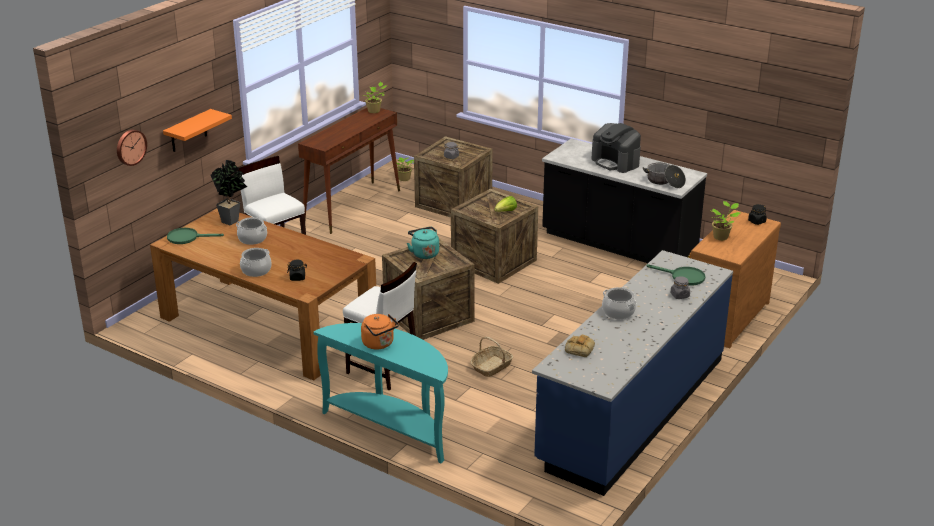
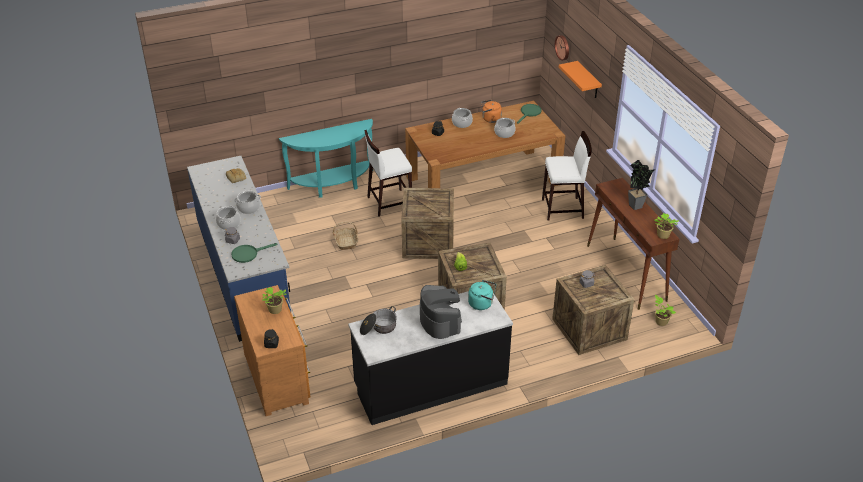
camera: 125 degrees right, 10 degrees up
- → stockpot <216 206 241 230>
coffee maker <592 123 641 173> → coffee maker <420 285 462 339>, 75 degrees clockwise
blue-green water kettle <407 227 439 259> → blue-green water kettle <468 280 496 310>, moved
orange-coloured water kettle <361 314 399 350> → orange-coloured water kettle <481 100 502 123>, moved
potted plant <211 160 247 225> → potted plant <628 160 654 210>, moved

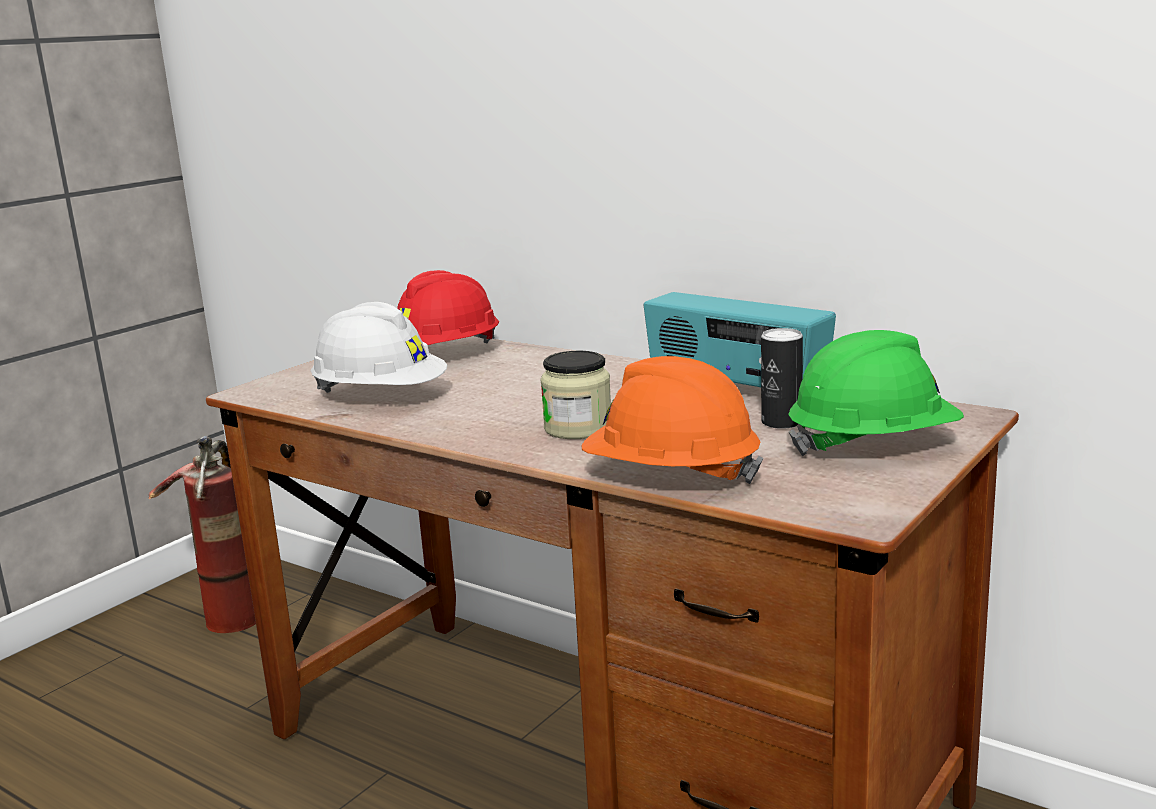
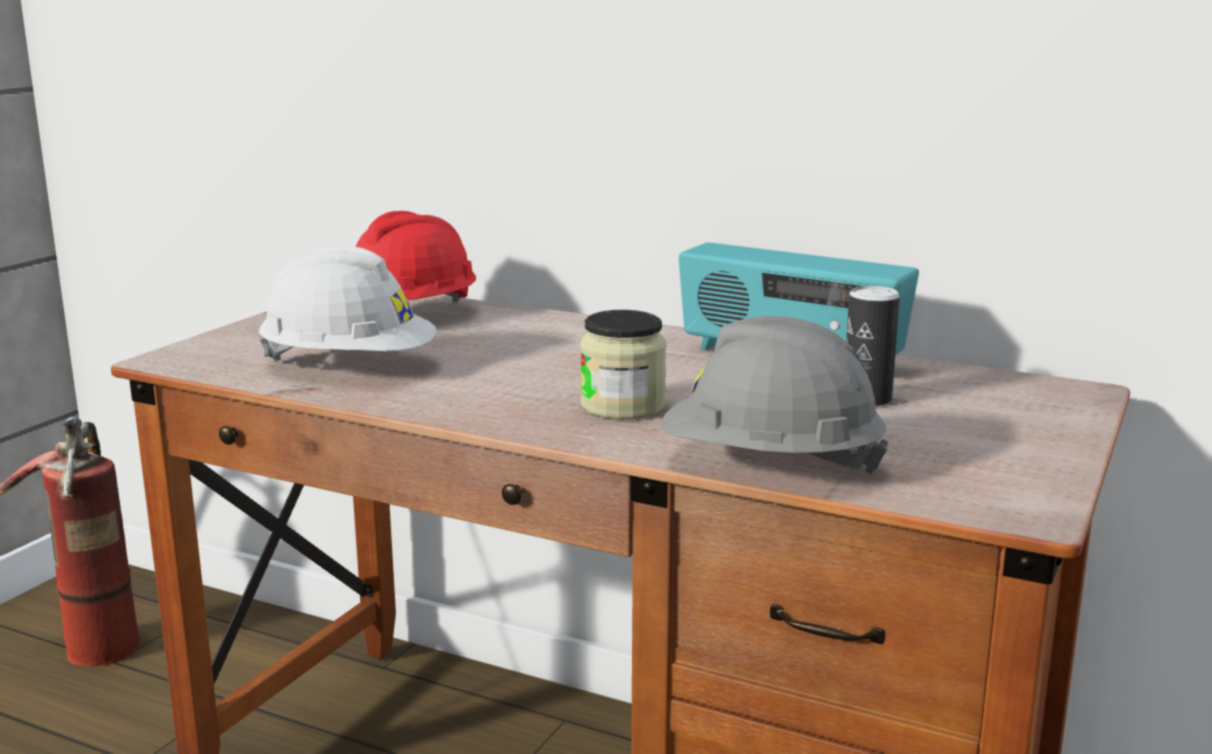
camera: 10 degrees left, 0 degrees up
orange-coloured work helmet <582 356 764 484> → gray work helmet <661 316 889 474>
green work helmet <788 330 964 456> → -

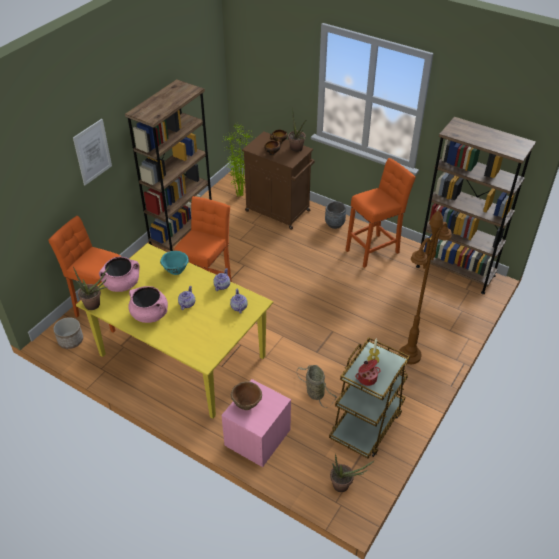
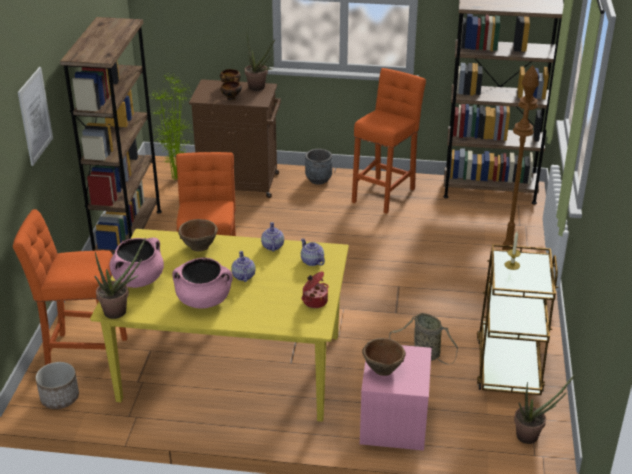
camera: 25 degrees left, 10 degrees down
blue-green serving bowl <160 251 189 275> → brown serving bowl <178 219 218 251>
stockpot <355 360 381 386> → stockpot <301 271 329 308>, moved

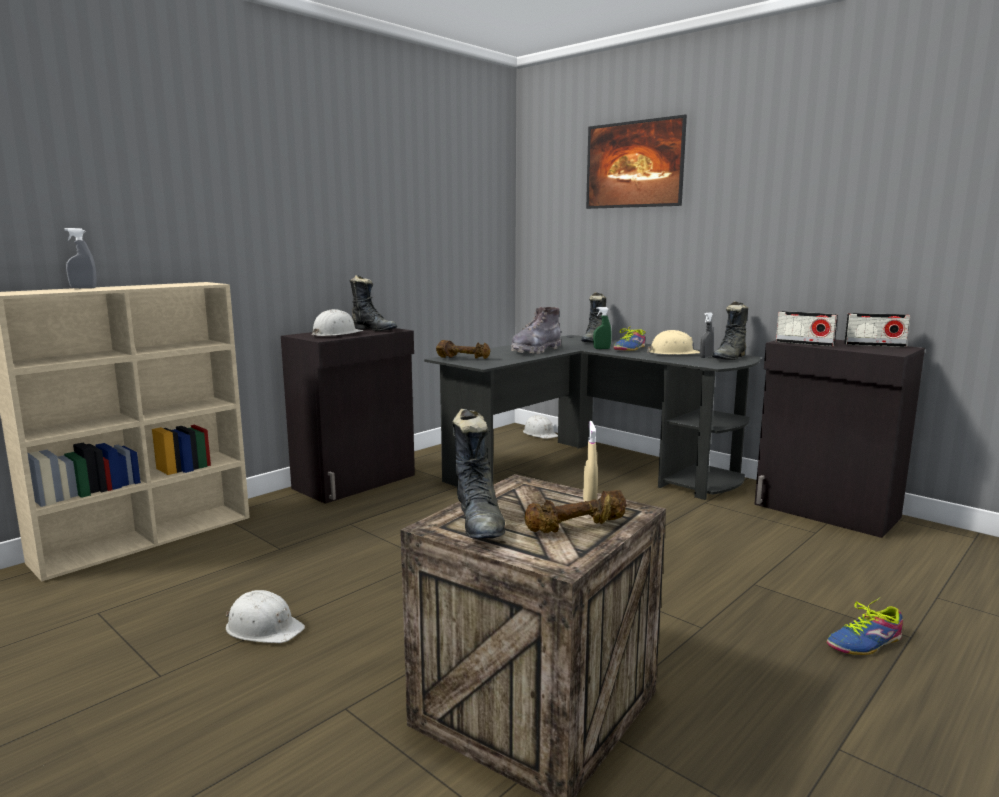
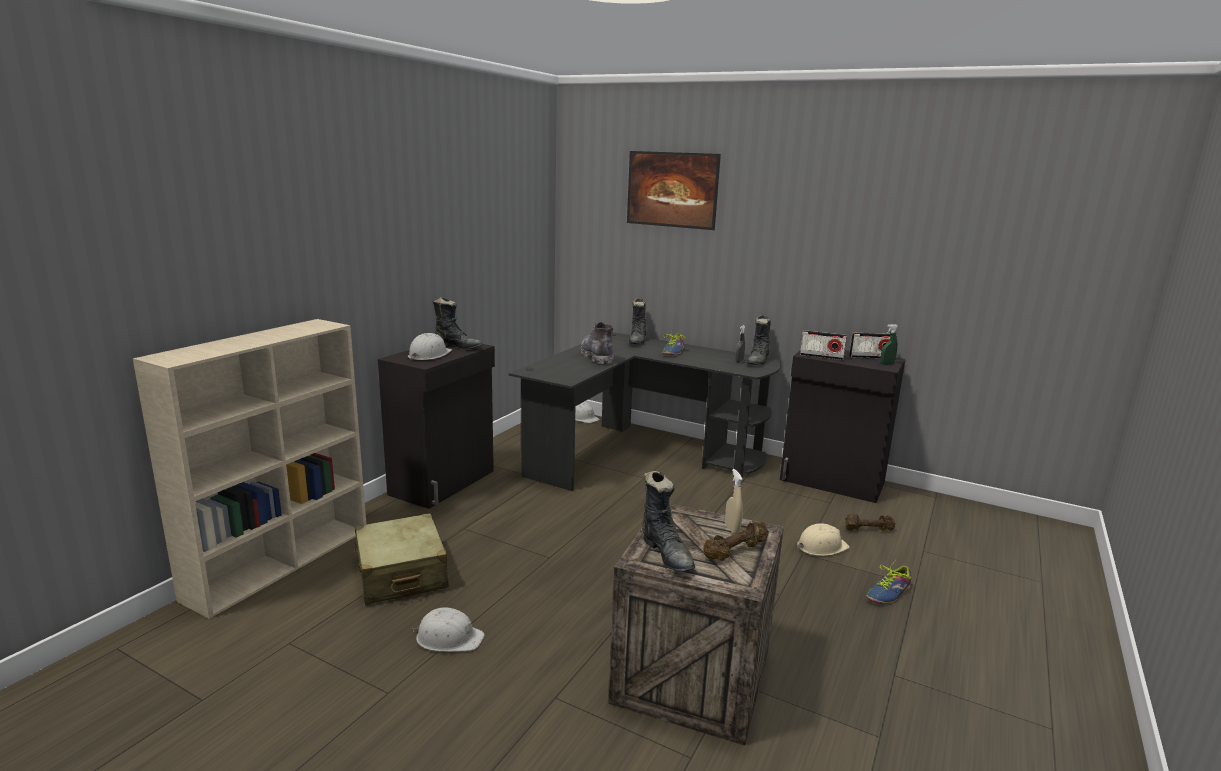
camera: 15 degrees left, 5 degrees up
- → beige-coloured piece of luggage <354 513 449 605>
gray high-top boot <511 307 561 354> → gray high-top boot <581 322 614 364>, 135 degrees clockwise
beige-coloured work helmet <647 330 700 355> → beige-coloured work helmet <797 523 850 556>, moved
brown hand weight <436 340 490 359> → brown hand weight <845 514 895 531>, moved
green sprayer <593 307 612 349> → green sprayer <880 324 898 365>, moved
gray sprayer <64 228 97 289> → -

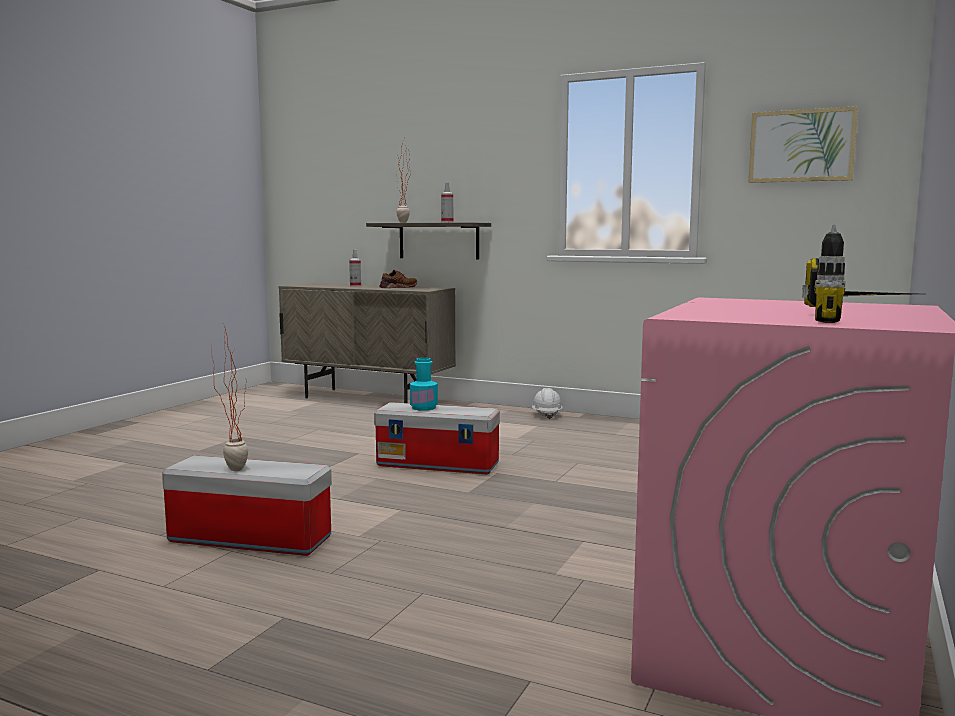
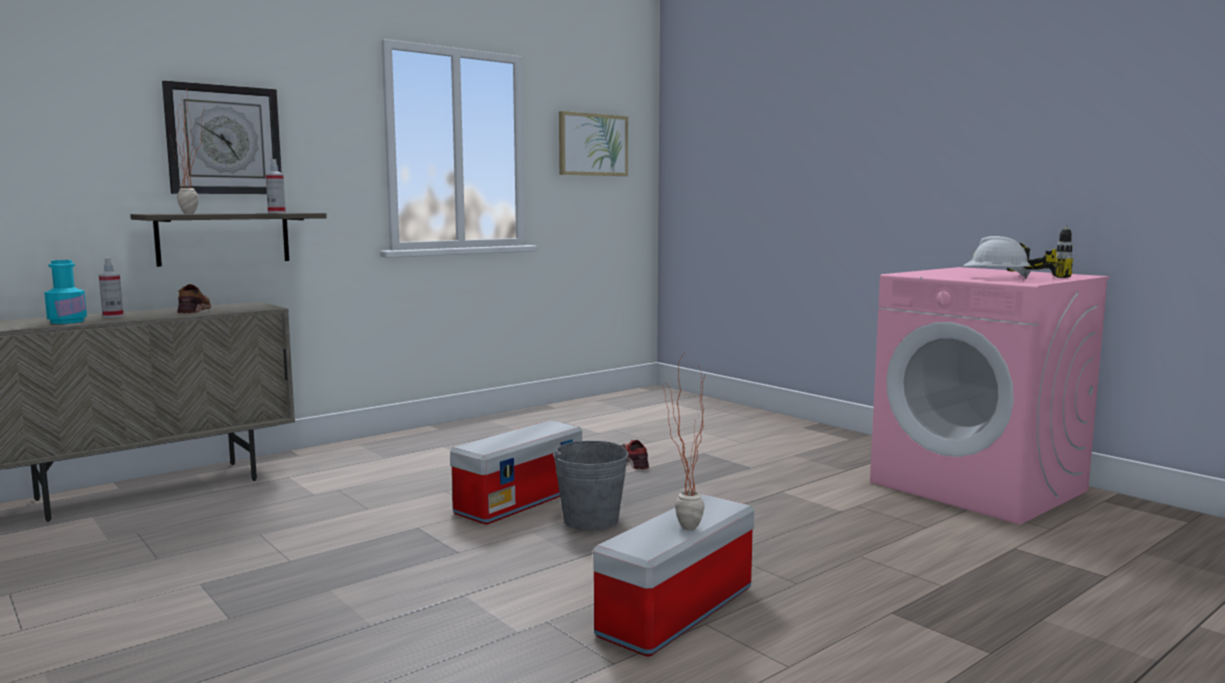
camera: 65 degrees left, 0 degrees up
blue-green beverage bottle <410 358 438 411> → blue-green beverage bottle <44 260 87 324>, moved
- → wall clock <162 80 281 194>
- → gray pail <553 441 629 530>
- → reddish shoe <622 440 649 469>
white work helmet <532 388 563 420> → white work helmet <963 236 1031 279>, moved

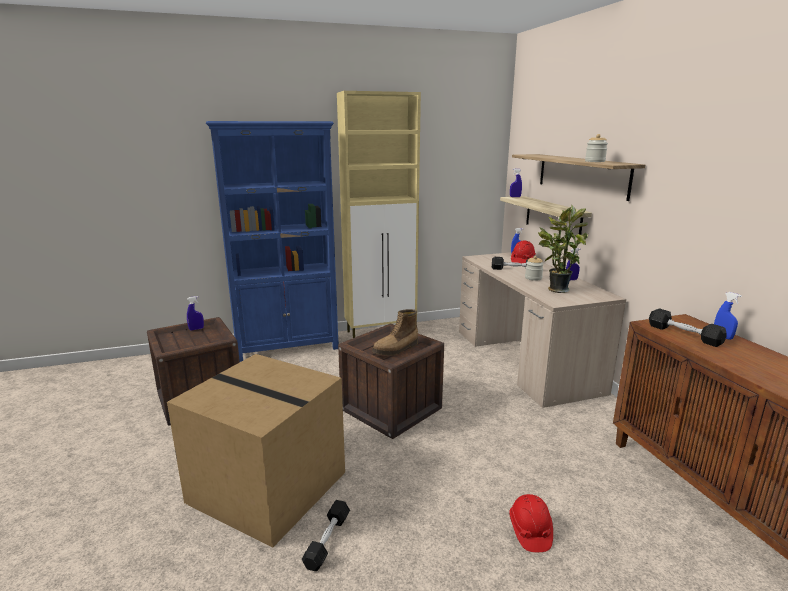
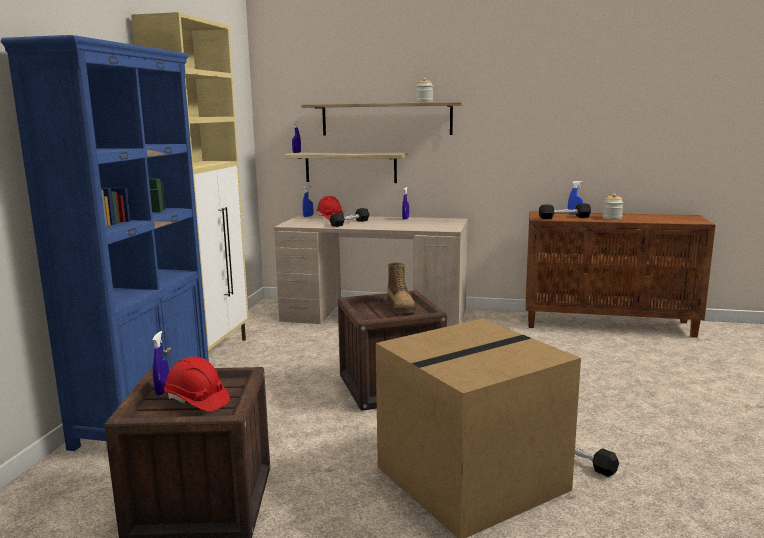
camera: 60 degrees left, 5 degrees down
reddish work helmet <509 494 553 552> → reddish work helmet <164 357 230 411>, moved
storage jar <525 256 544 281> → storage jar <603 194 624 220>, moved
potted plant <538 205 588 293> → -

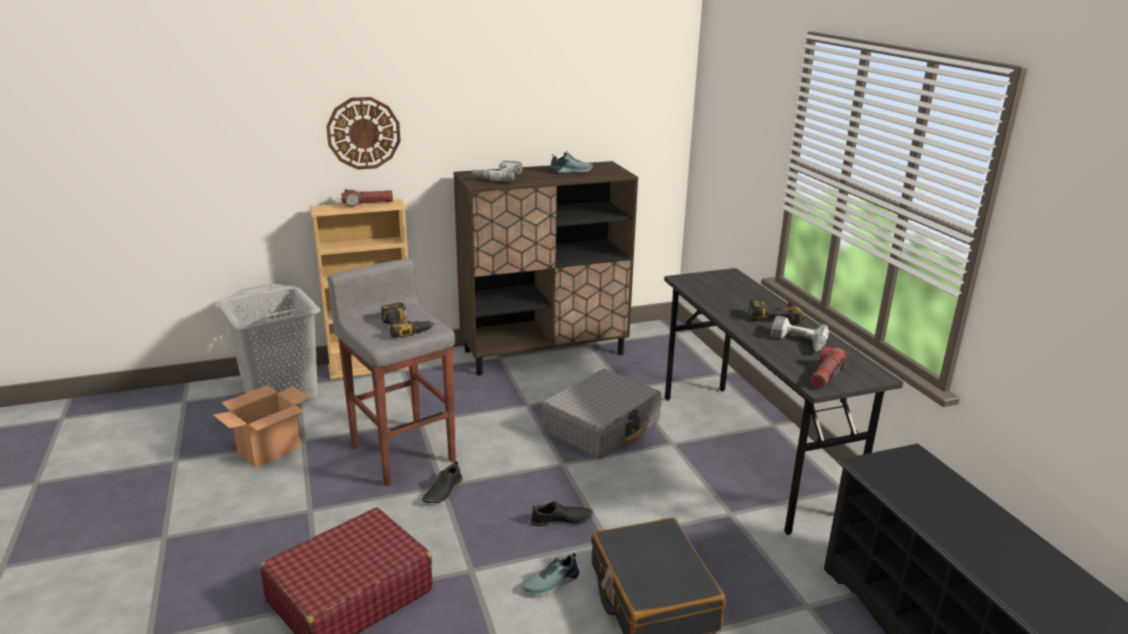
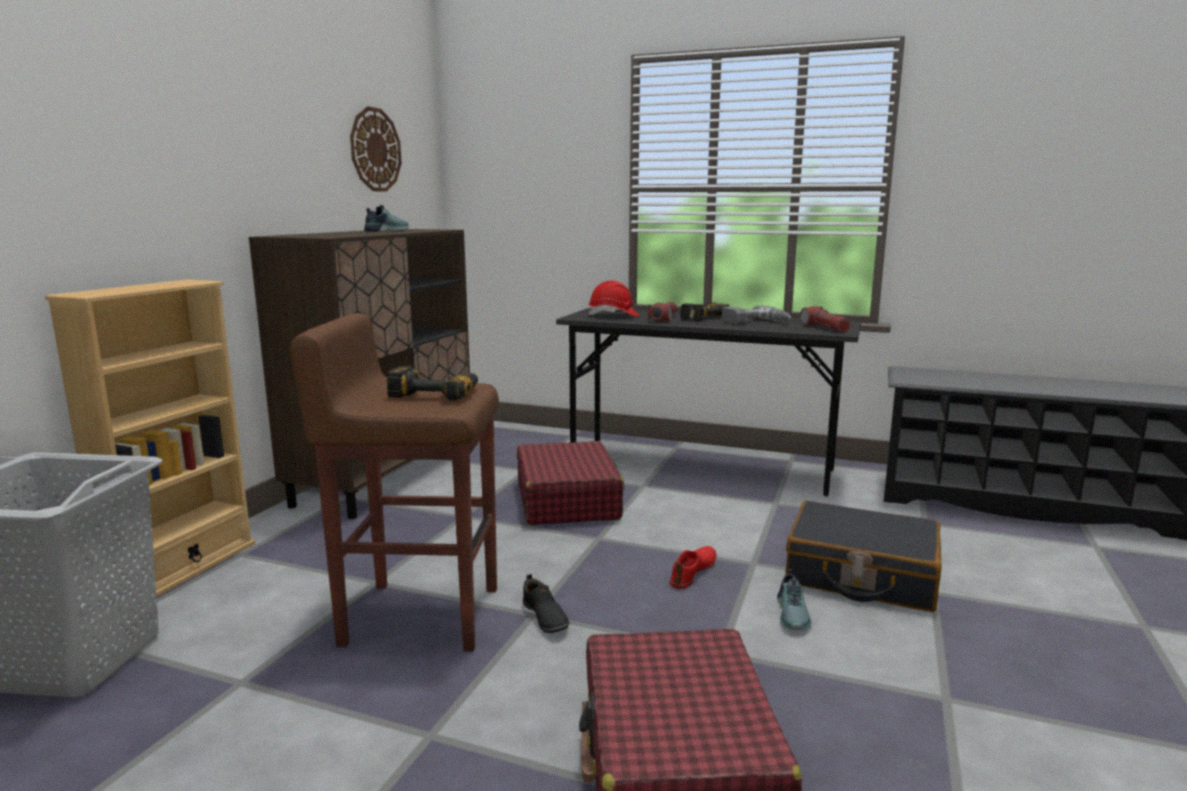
camera: 50 degrees left, 10 degrees down
gray stool <327 259 456 486> → brown stool <290 313 499 652>
wall clock <326 97 401 170> → wall clock <350 106 401 192>, moved
gray piece of luggage <542 369 661 459> → reddish piece of luggage <517 441 624 525>
- → reddish work helmet <588 280 639 317>
torch <342 189 393 207> → torch <648 302 677 322>, moved
blackish shoe <530 501 593 526> → reddish shoe <669 546 716 589>
cardboard box <213 385 310 468> → -
drill <471 161 523 182> → -

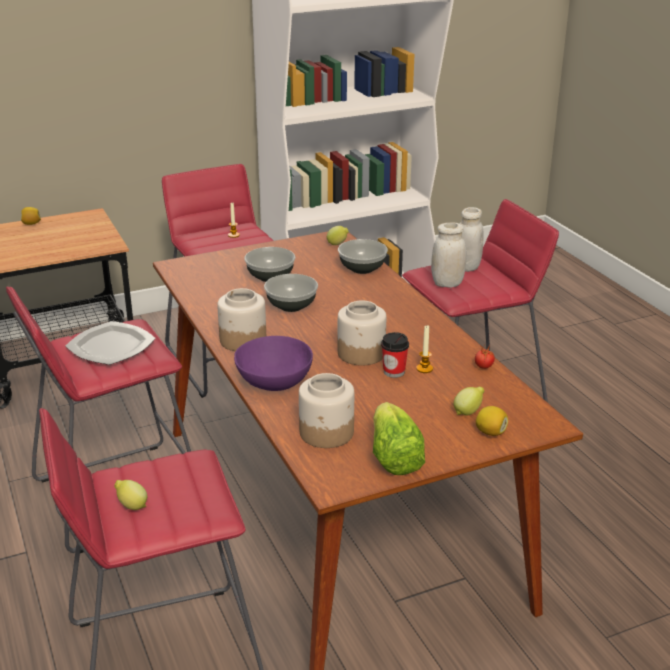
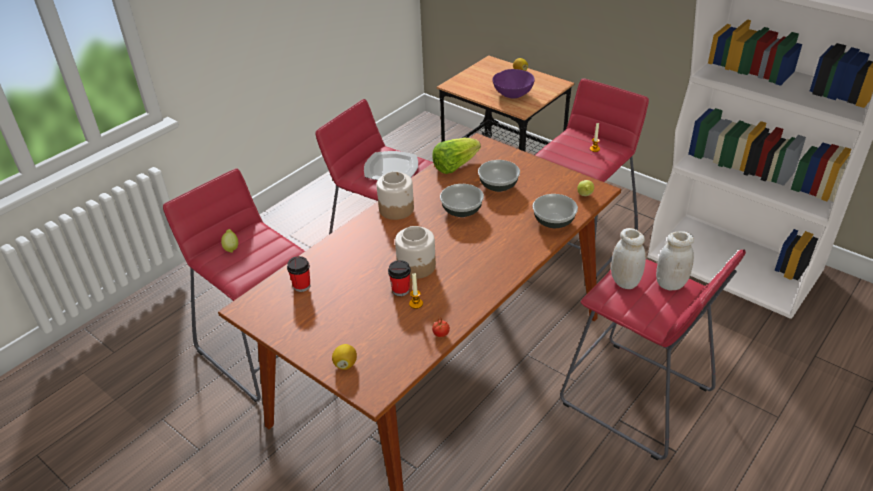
camera: 65 degrees right, 10 degrees up
storage jar <299 373 354 448> → small cup <287 256 310 292>
head of lettuce <373 402 425 475> → head of lettuce <432 138 481 174>, moved
purple-coloured serving bowl <234 336 313 391> → purple-coloured serving bowl <493 69 535 99>, moved
whole lemon <454 387 484 415> → -

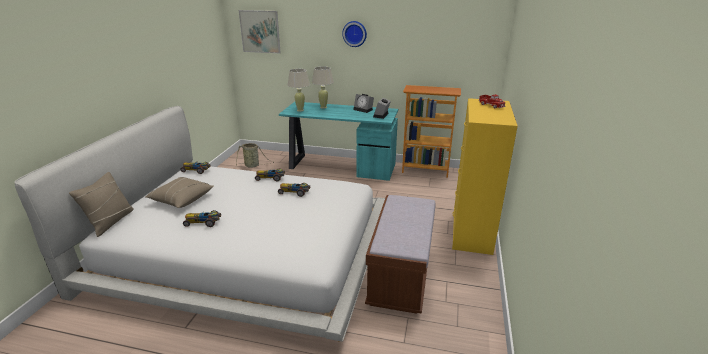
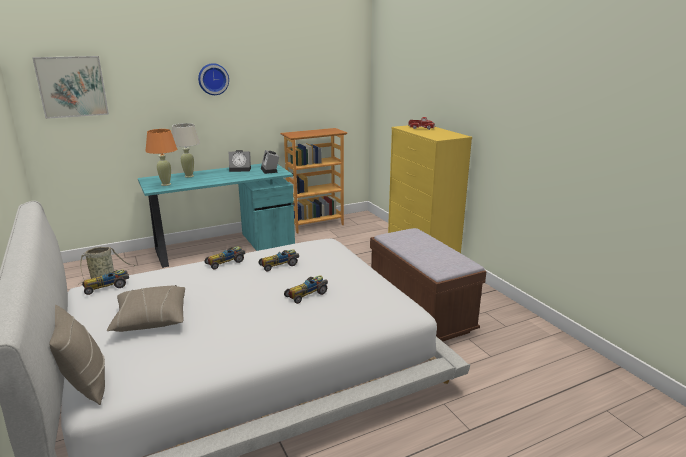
camera: 40 degrees left, 5 degrees down
beige-coloured table lamp <288 69 310 112> → orange-coloured table lamp <145 129 177 186>
model car <183 210 221 227> → model car <284 276 328 304>, moved

